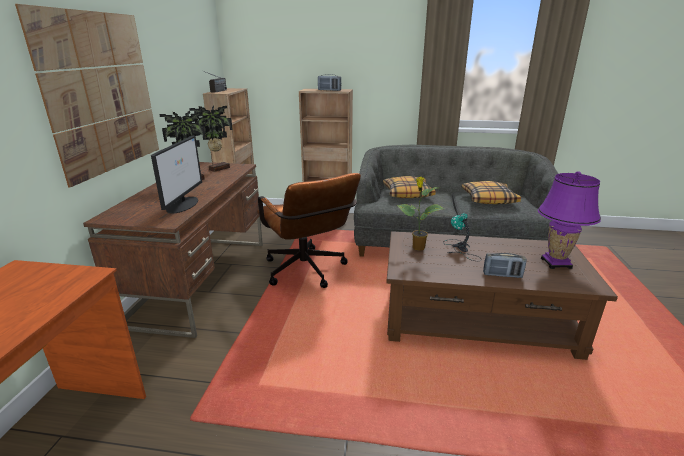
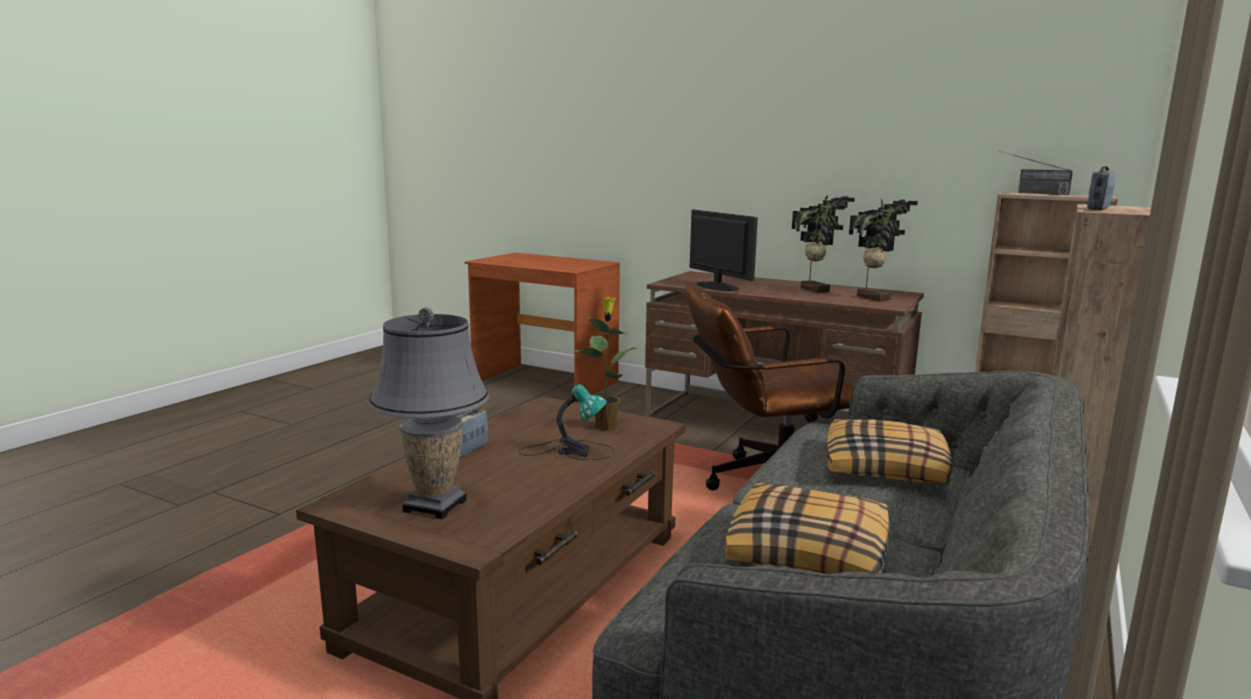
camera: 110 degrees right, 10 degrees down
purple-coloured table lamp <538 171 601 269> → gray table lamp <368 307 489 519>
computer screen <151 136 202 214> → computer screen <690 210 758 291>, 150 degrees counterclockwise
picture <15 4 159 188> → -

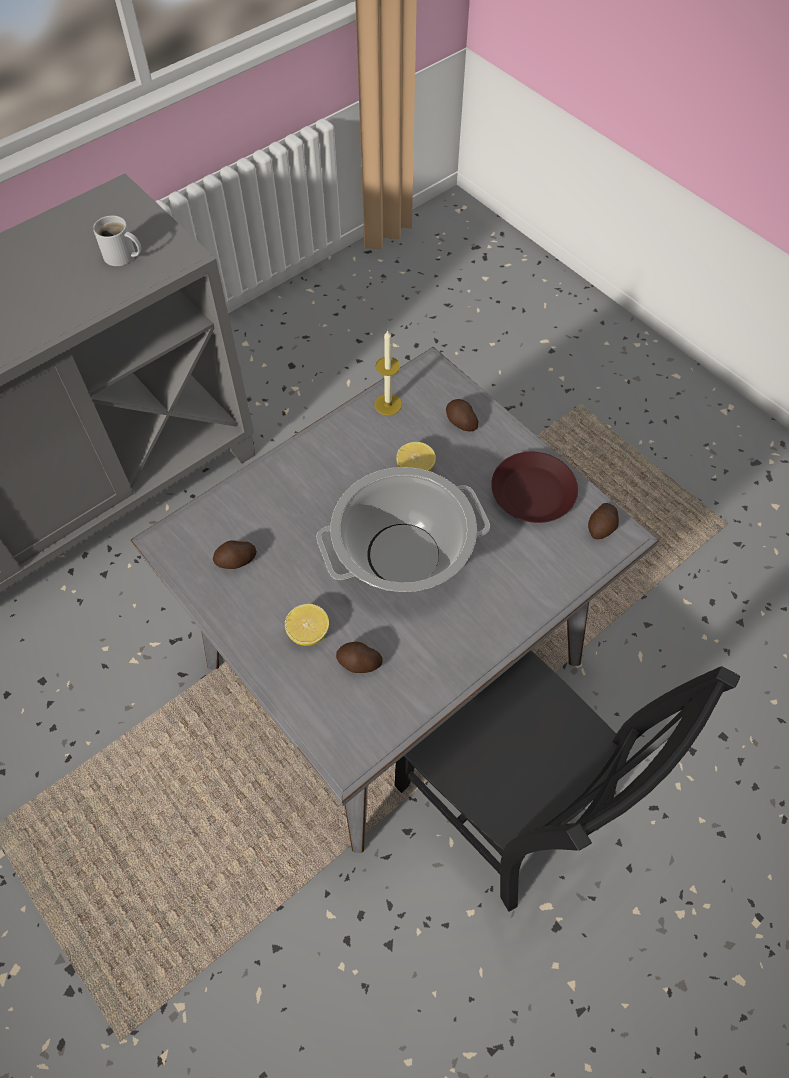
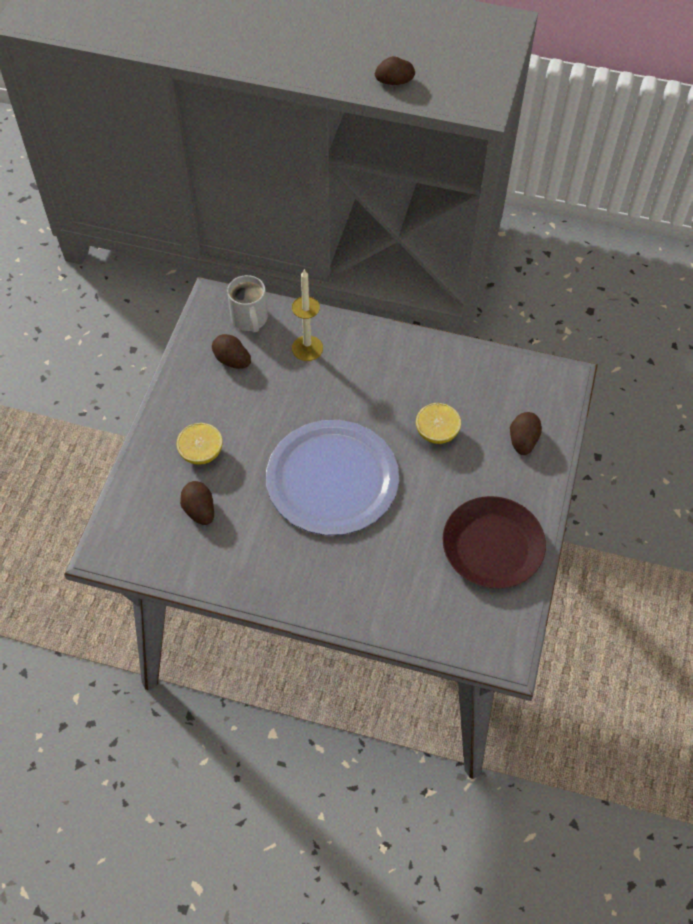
camera: 55 degrees right, 0 degrees up
white mug <93 215 141 266> → white mug <227 275 268 333>, moved
stockpot <316 467 490 592> → plate <266 420 399 535>
wax candle <374 330 402 416> → wax candle <292 269 323 361>, moved
potato <588 503 619 539> → potato <375 56 415 85>, moved
blackish upright chair <395 650 740 912> → -

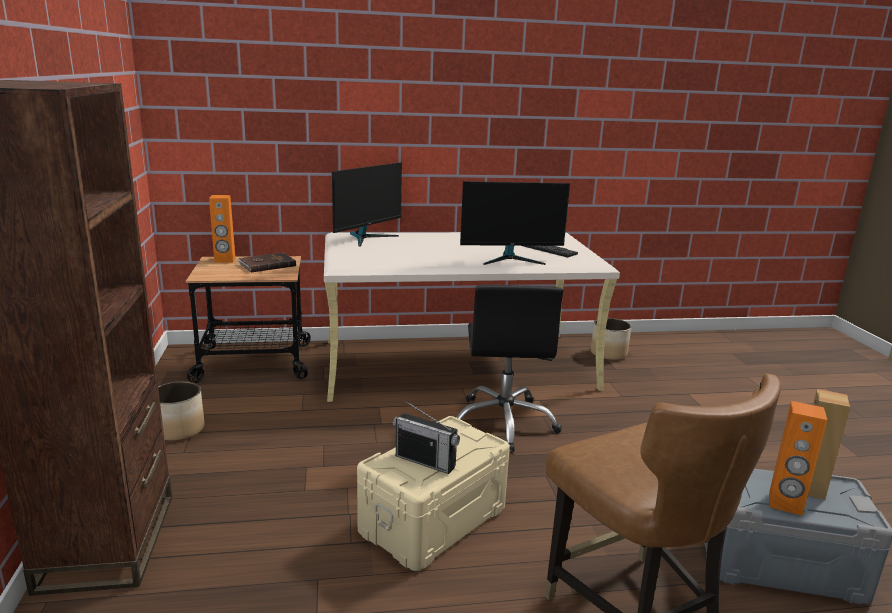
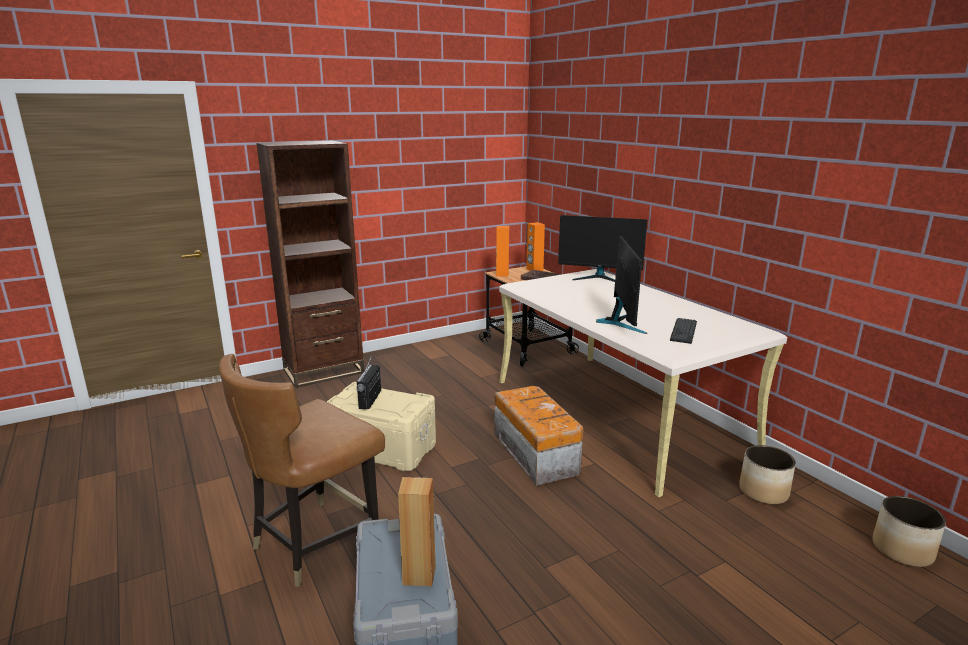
camera: 70 degrees right, 0 degrees up
blackish desk chair <456 285 563 452> → storage container <494 386 583 486>
orange-coloured loudspeaker <769 401 827 516> → orange-coloured loudspeaker <496 226 509 276>, moved
computer screen <460 181 570 265> → computer screen <596 236 647 334>, 150 degrees counterclockwise
flower pot <158 381 205 441> → flower pot <872 496 946 567>, moved

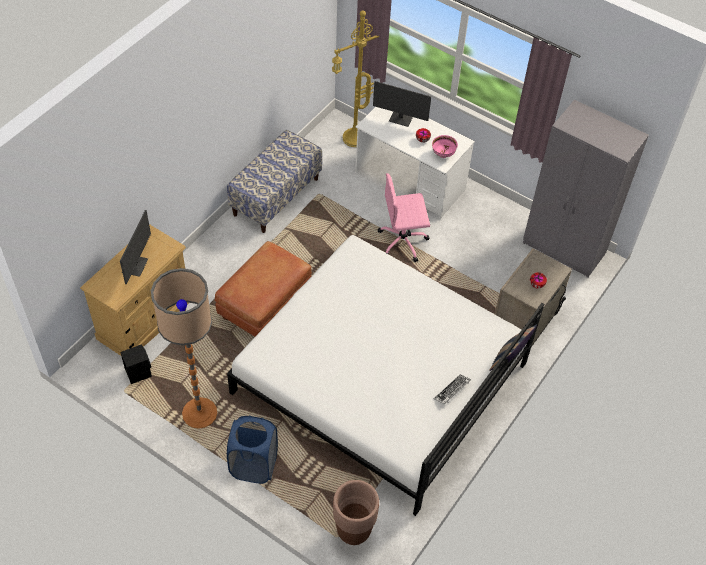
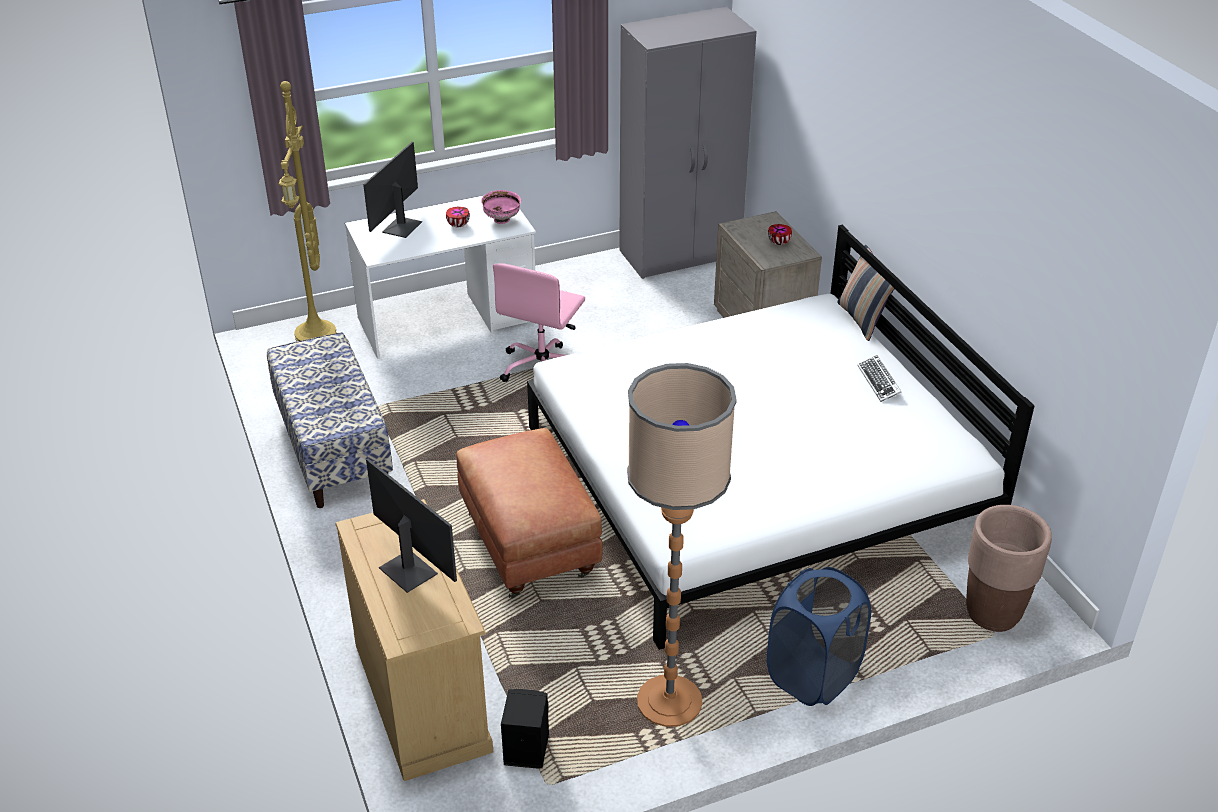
camera: 55 degrees left, 15 degrees down
computer screen <373 81 431 127> → computer screen <363 142 422 238>, 150 degrees clockwise

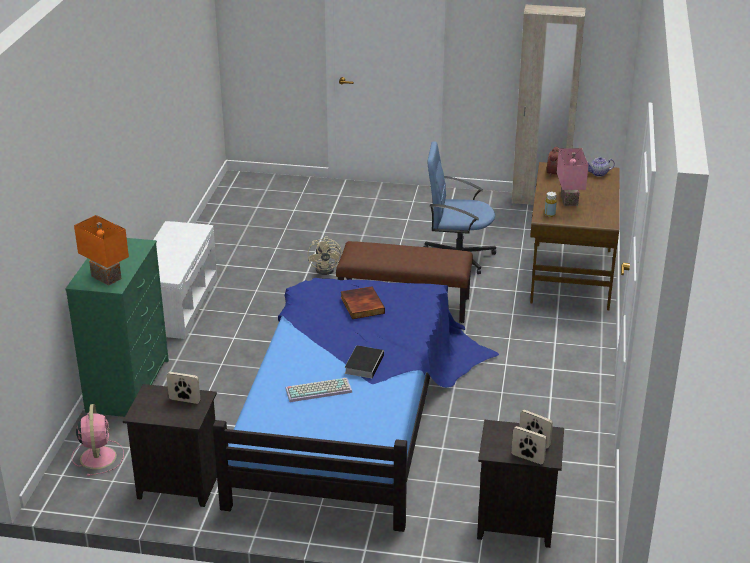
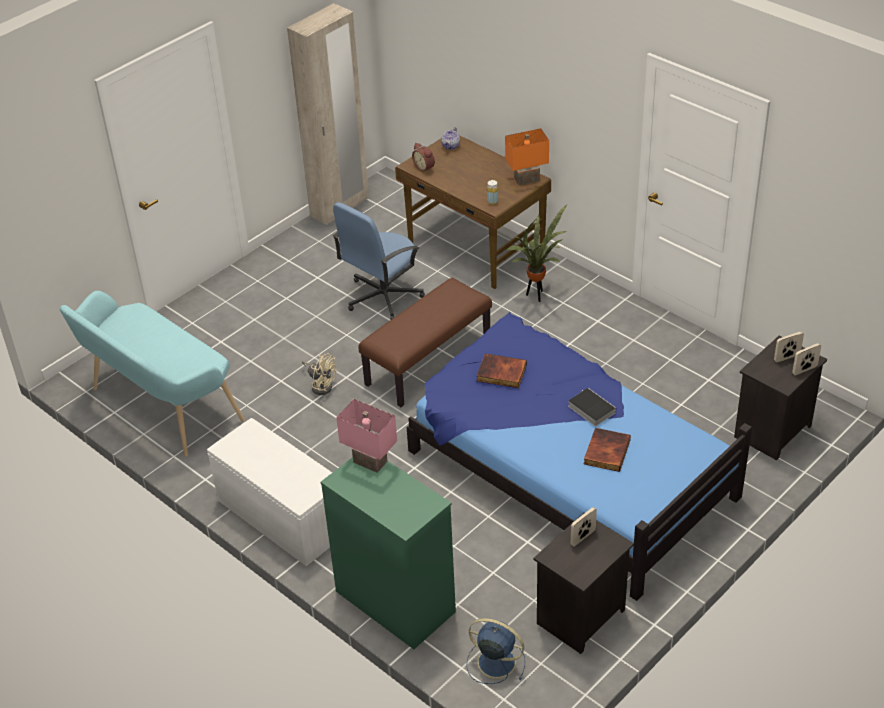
camera: 55 degrees left, 10 degrees up
- → blue-green bench <60 291 245 457>
pinkish table lamp <557 148 588 206> → pinkish table lamp <336 399 397 473>, moved
pinkish cooling fan <72 404 124 476> → blue cooling fan <466 618 525 684>
orange-coloured table lamp <74 215 129 286> → orange-coloured table lamp <505 128 549 185>, moved
- → potted plant <507 205 568 302>
keyboard <285 378 352 402> → book <584 428 631 472>

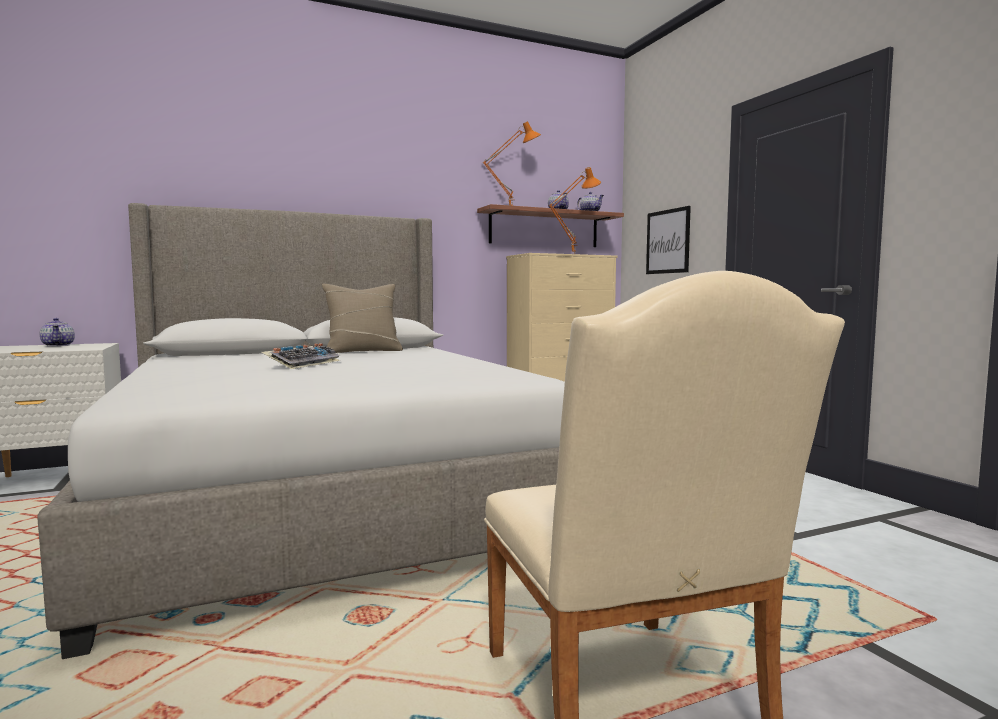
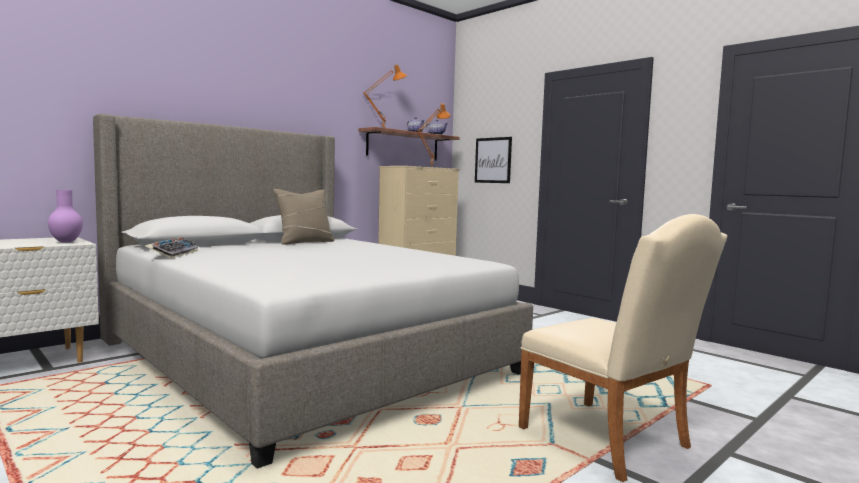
camera: 20 degrees left, 0 degrees up
- → purple-coloured vase <48 190 83 242>
keyboard <261 343 341 369> → keyboard <143 237 199 258>, moved
pot for tea <40 318 75 346> → -

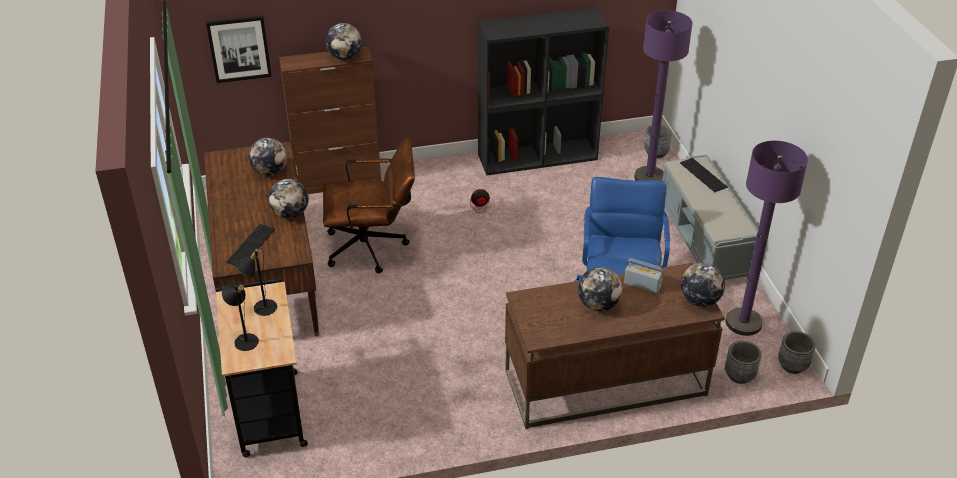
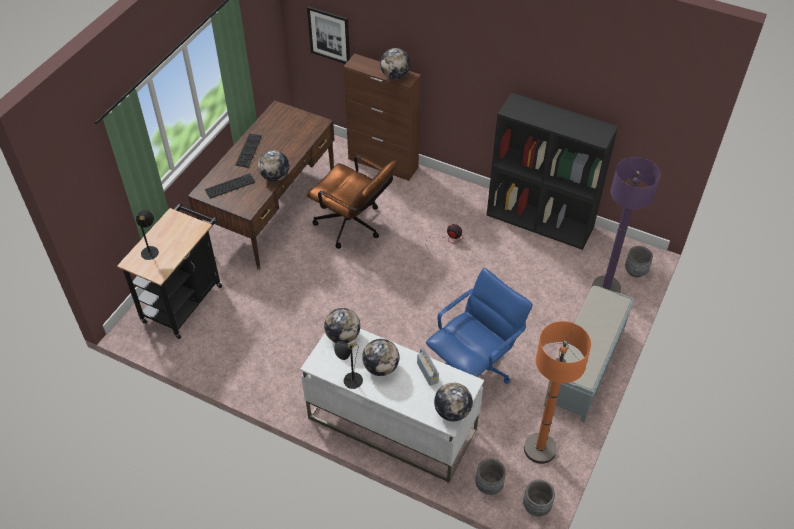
camera: 40 degrees right, 10 degrees up
keyboard <680 158 727 192> → keyboard <235 134 262 168>, moved
brown desk table <505 263 725 429> → white desk table <300 329 484 483>
desk globe <248 138 287 176> → desk globe <324 308 360 343>, moved
blackish table lamp <234 248 277 316> → blackish table lamp <334 341 363 389>, moved
purple-coloured standard lamp <726 141 808 336> → orange-coloured standard lamp <524 321 591 464>

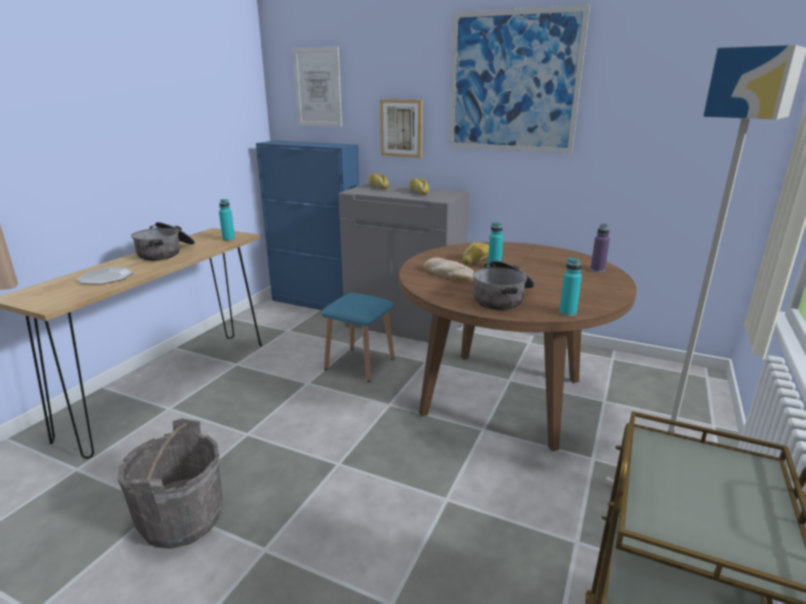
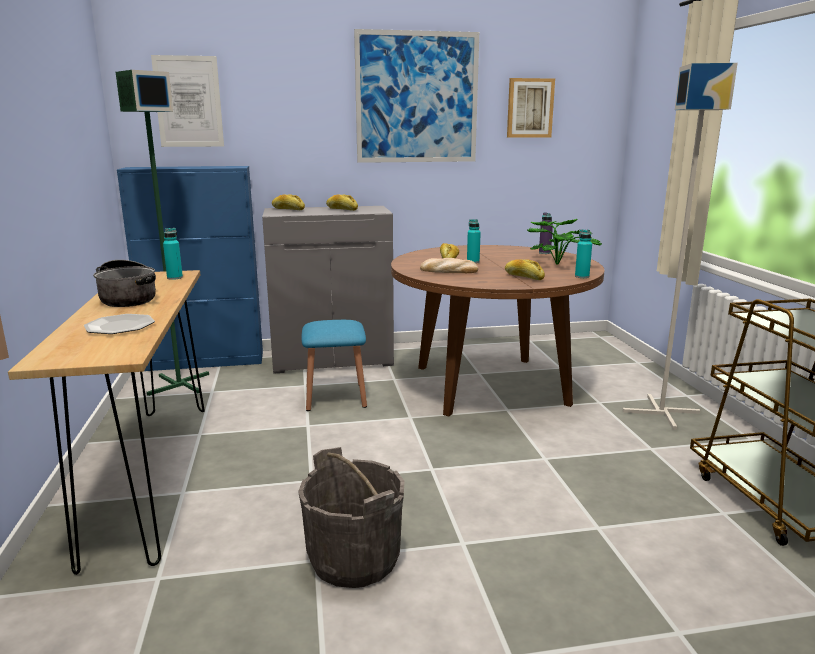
camera: 35 degrees left, 5 degrees down
- → green standard lamp <116 70 209 396>
stockpot <473 261 534 310> → baked bread <505 259 545 280>
picture <380 99 423 158> → picture <507 78 555 138>, moved
- → potted plant <527 219 602 265>

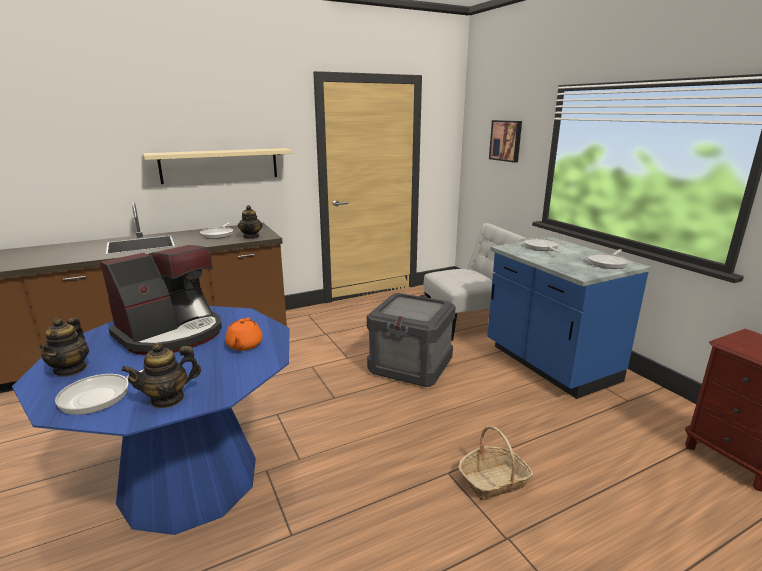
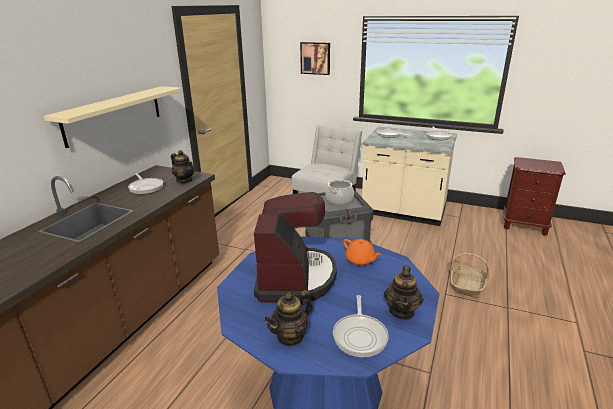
camera: 40 degrees left, 5 degrees up
pot for tea <39 318 89 377> → pot for tea <264 290 313 347>, 90 degrees clockwise
- → stockpot <326 179 354 205>
blue kitchen base unit <487 237 651 399> → beige-coloured kitchen base unit <362 127 457 226>

